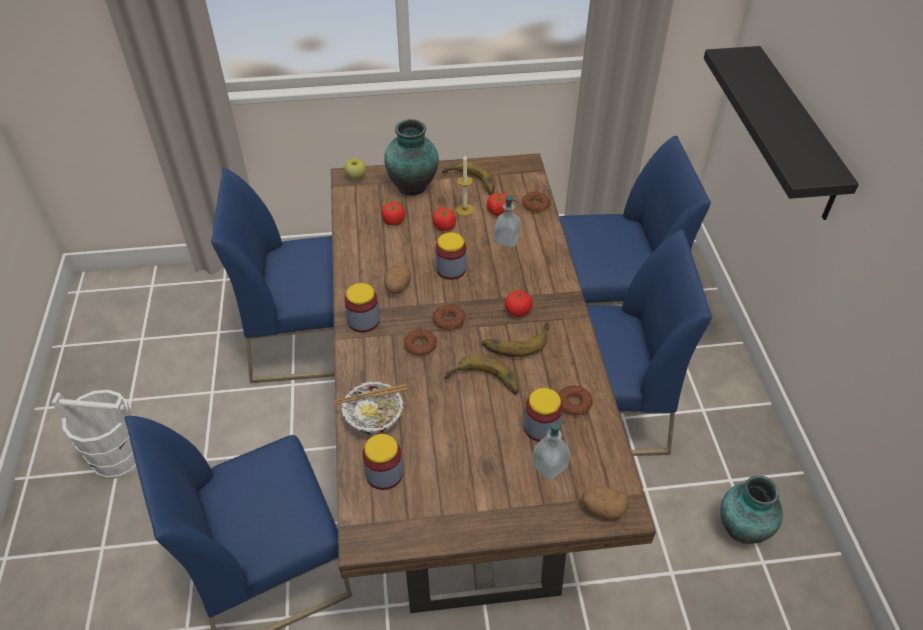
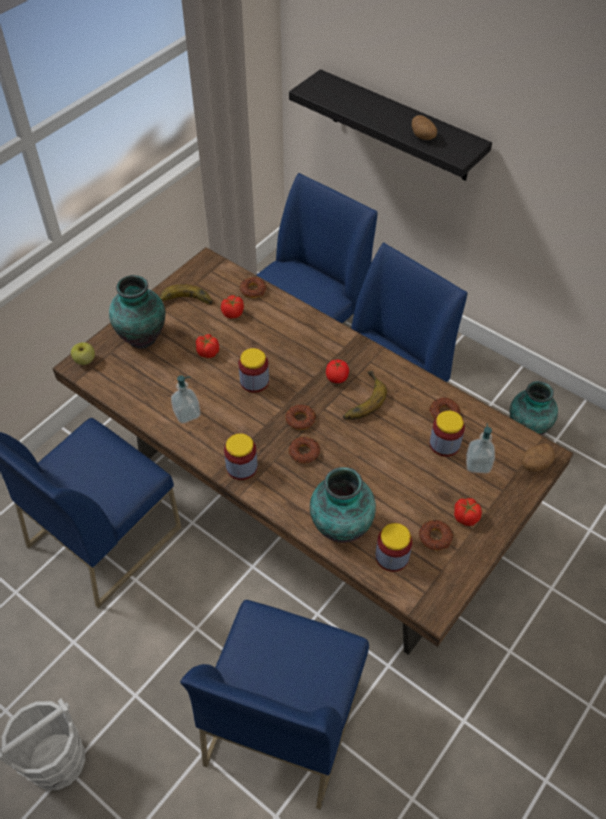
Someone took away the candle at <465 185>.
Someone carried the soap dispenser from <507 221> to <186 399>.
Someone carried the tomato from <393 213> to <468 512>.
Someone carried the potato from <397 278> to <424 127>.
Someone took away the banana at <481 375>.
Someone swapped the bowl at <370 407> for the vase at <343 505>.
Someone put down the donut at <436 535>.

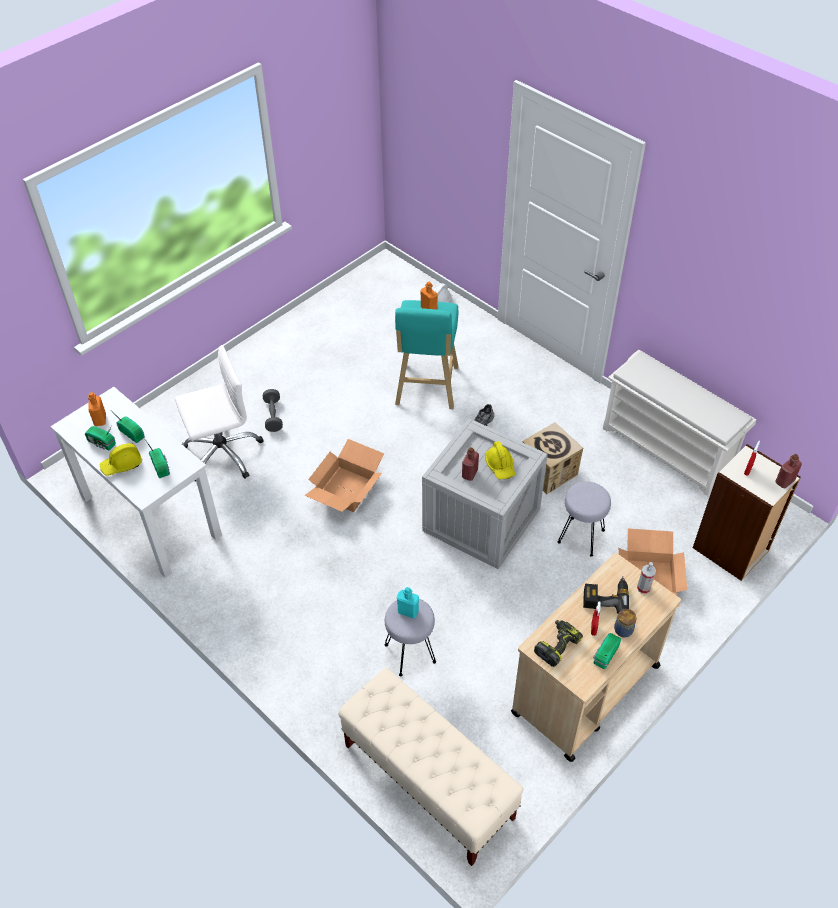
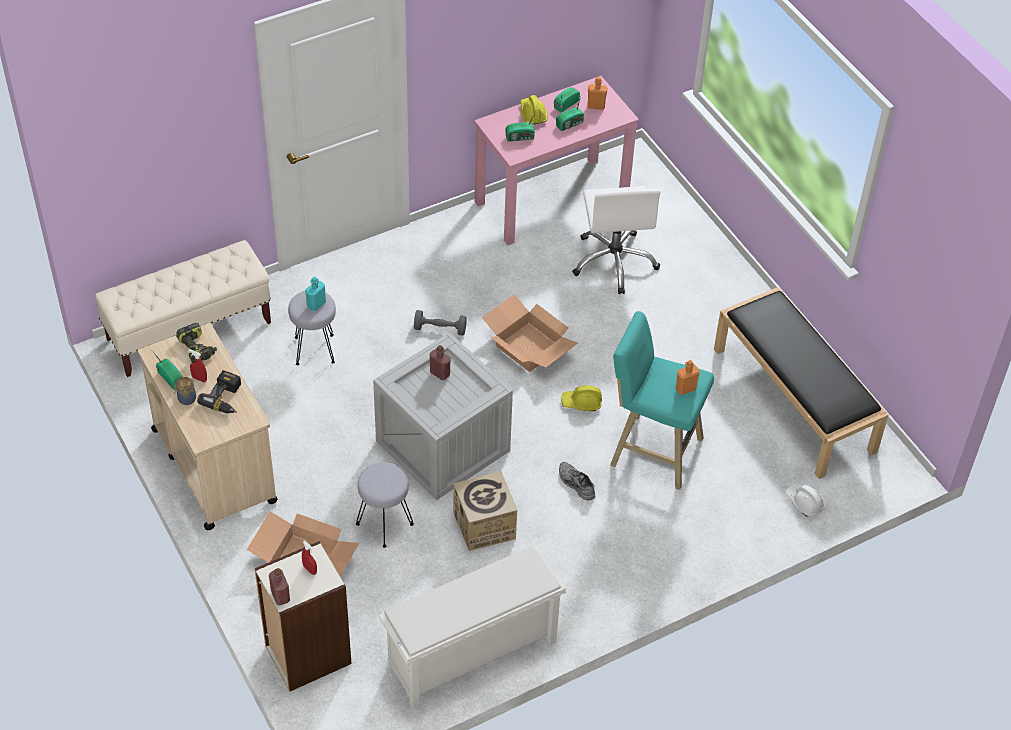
Someone repainted the desk (white) at <136 482>, which became the desk (pink) at <556 161>.
Someone carried the dumbbell (grey) from <273 410> to <440 323>.
Someone carried the hard hat (yellow) from <500 460> to <581 398>.
Someone took away the spray bottle at <646 578>.
Someone put down the bench (black) at <801 383>.

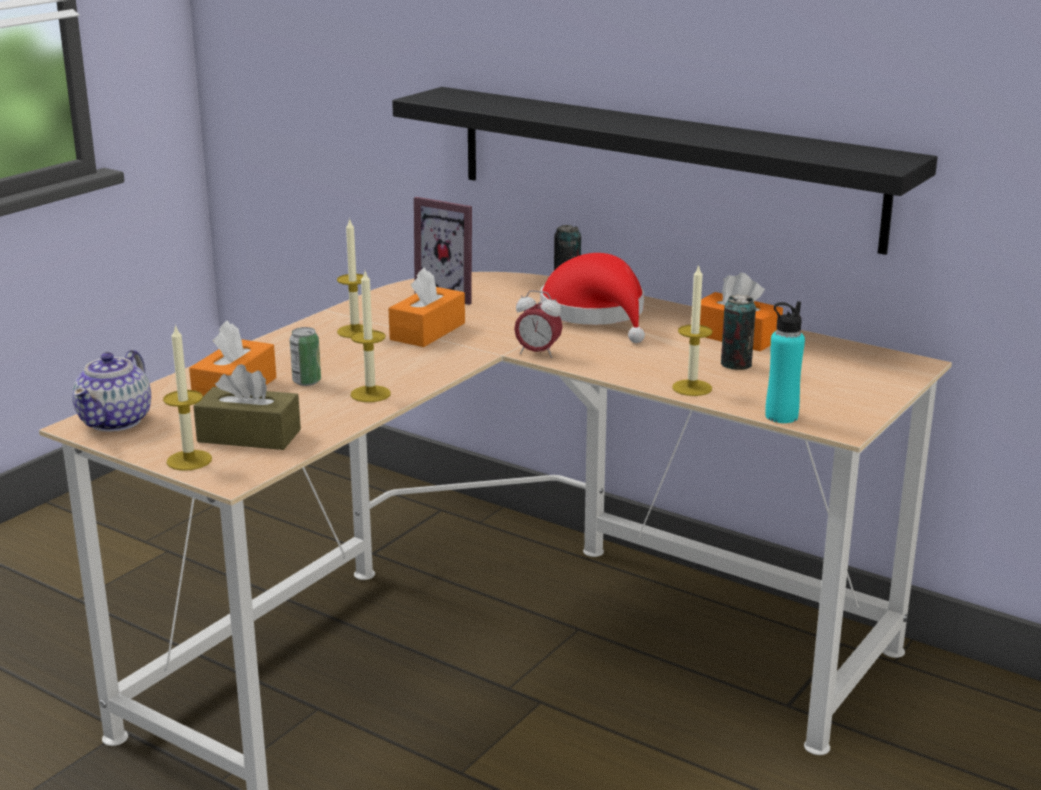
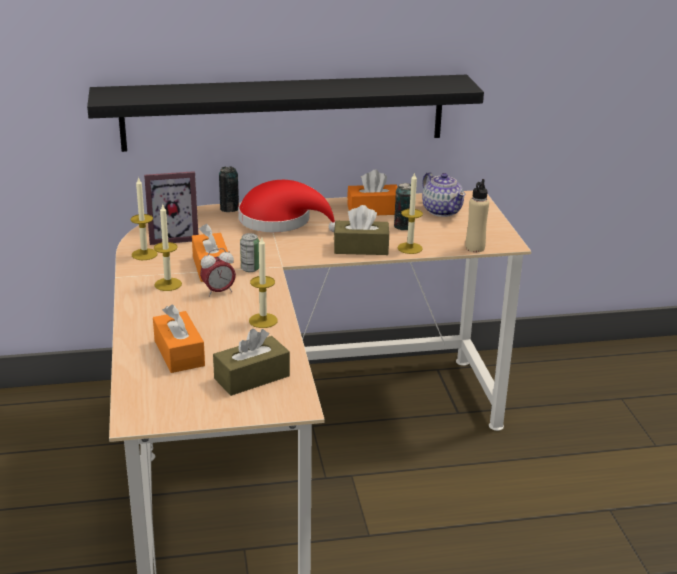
Someone carried the alarm clock from <538 324> to <218 272>.
Someone repainted the bottle (turquoise) at <785 362>, which became the bottle (beige) at <477 215>.
Someone carried the candle from <187 397> to <144 218>.
Someone carried the can from <305 356> to <249 252>.
Someone carried the teapot from <111 391> to <443 194>.
Someone put down the tissue box (brown) at <362 230>.

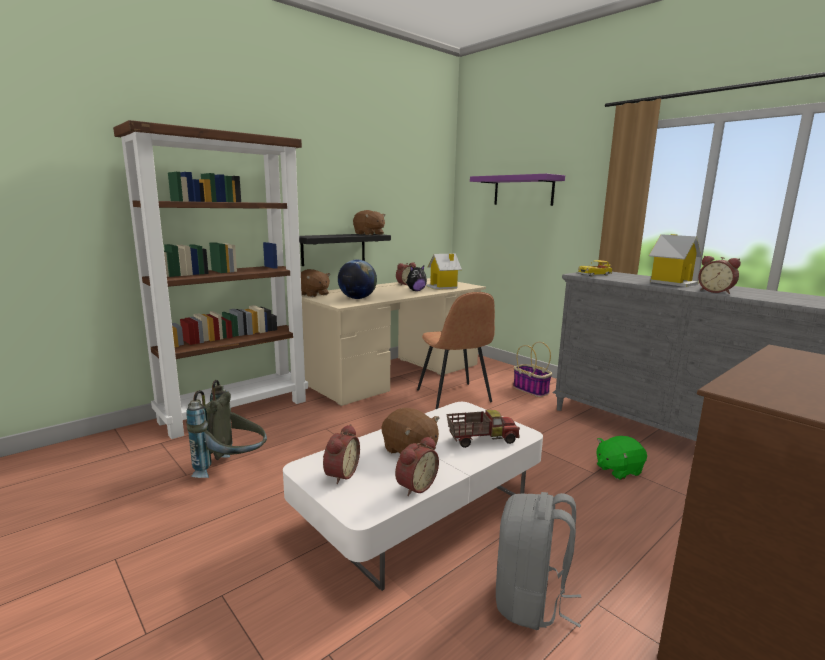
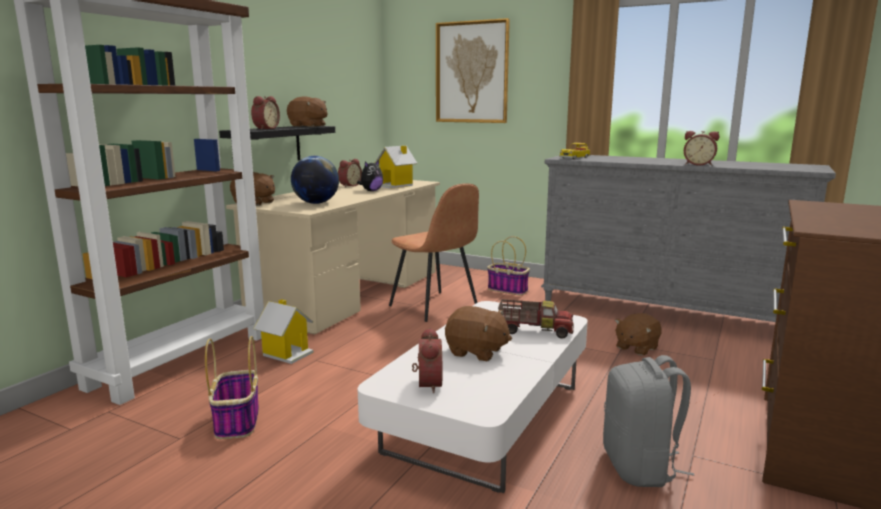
Someone swapped the shelf (purple) at <517 190> for the picture at <473 70>.
Someone carried the toy house from <675 260> to <283 331>.
Someone swapped the backpack (grey) at <226 429> for the basket at <232 387>.
Someone rotated the toy truck at <483 429> by 45 degrees clockwise.
Someone carried the alarm clock from <417 466> to <265 113>.
Someone repainted the plush toy (green) at <621 458>, which became the plush toy (brown) at <638 334>.

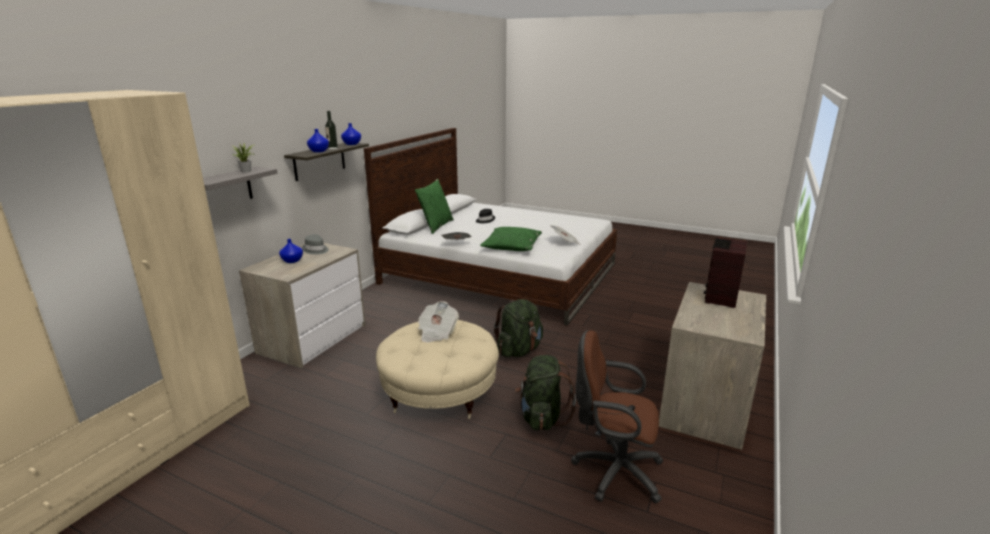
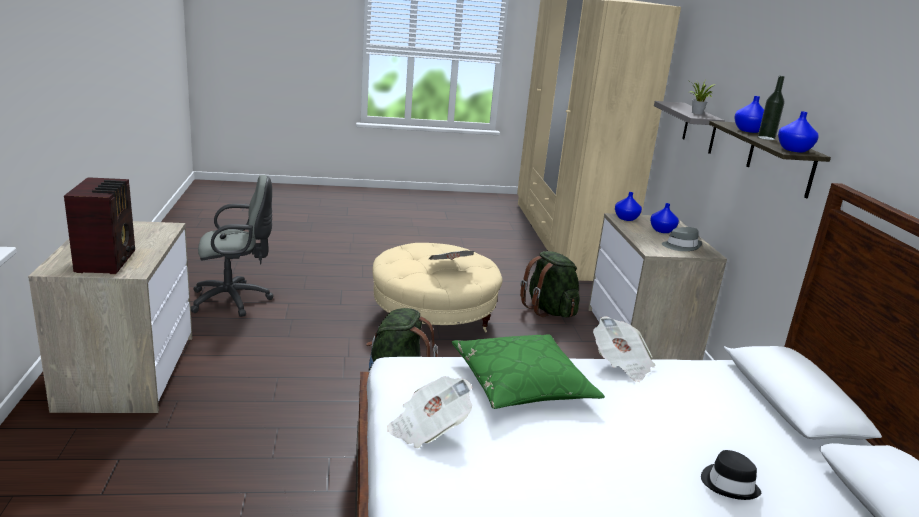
Someone took away the pillow (green) at <434 206>.
Someone repainted the office chair (brown) at <617 416>, which became the office chair (grey) at <232 246>.
Someone carried the backpack (green) from <545 393> to <550 284>.
Someone put down the vase (blue) at <628 206>.

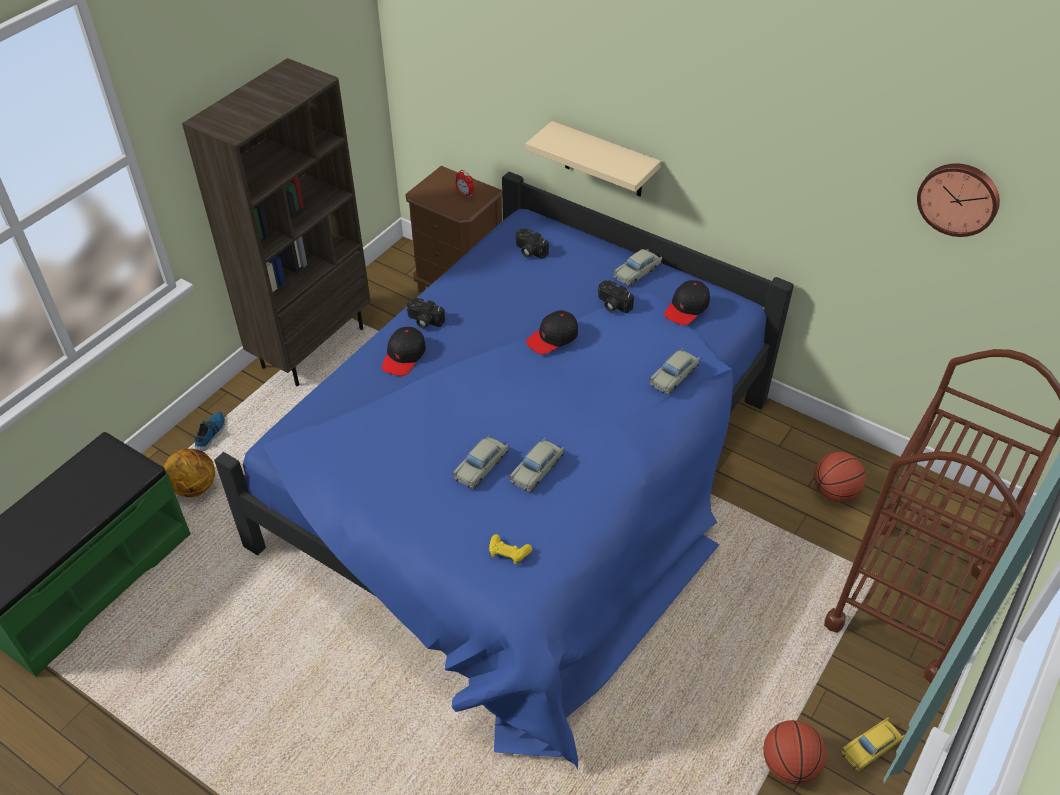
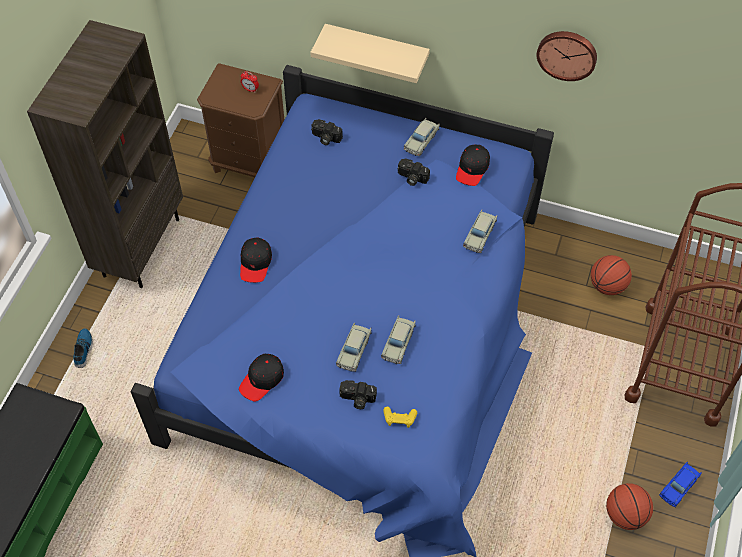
Someone carried the wall clock from <958 200> to <567 56>.
Someone carried the photo camera from <425 313> to <358 394>.
Someone carried the cap (black) from <552 332> to <261 378>.
Someone took away the basketball at <189 473>.
Someone repainted the toy car (yellow) at <873 745>, which became the toy car (blue) at <680 485>.

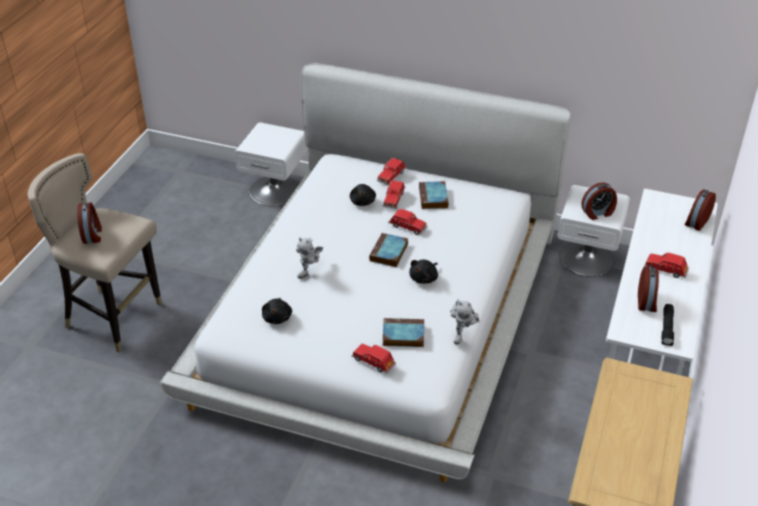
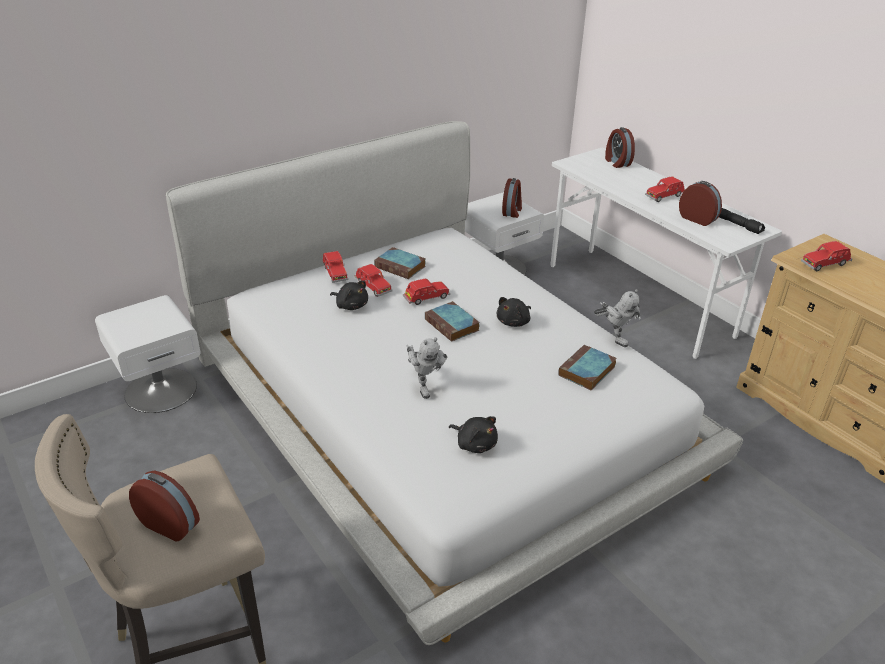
Someone rotated the plush toy (black) at <423 271> by 60 degrees clockwise.
Someone carried the toy car (red) from <374 358> to <826 256>.

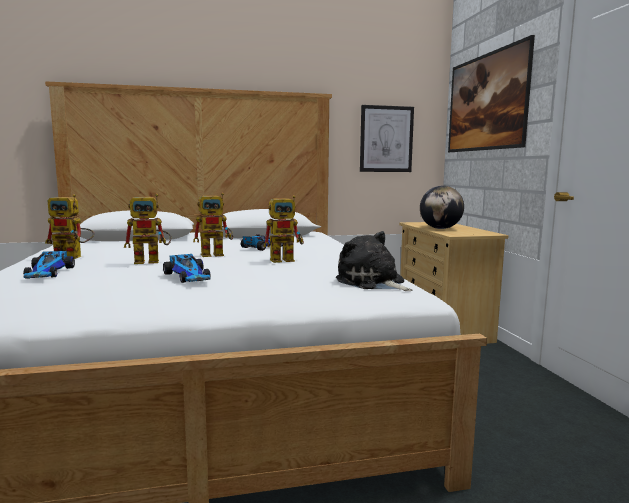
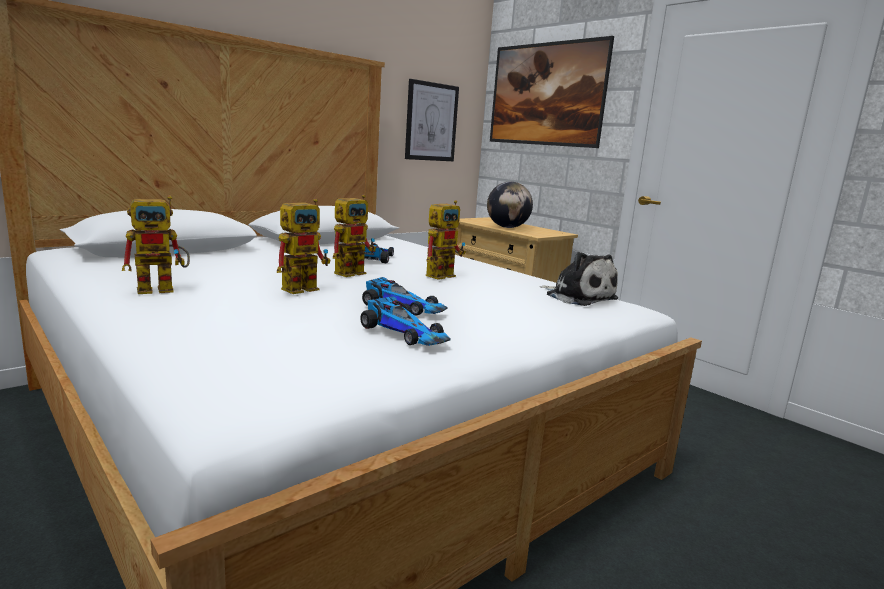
Someone rotated the plush toy at <374 261> by 150 degrees counterclockwise.
Someone carried the toy car from <49 265> to <405 321>.

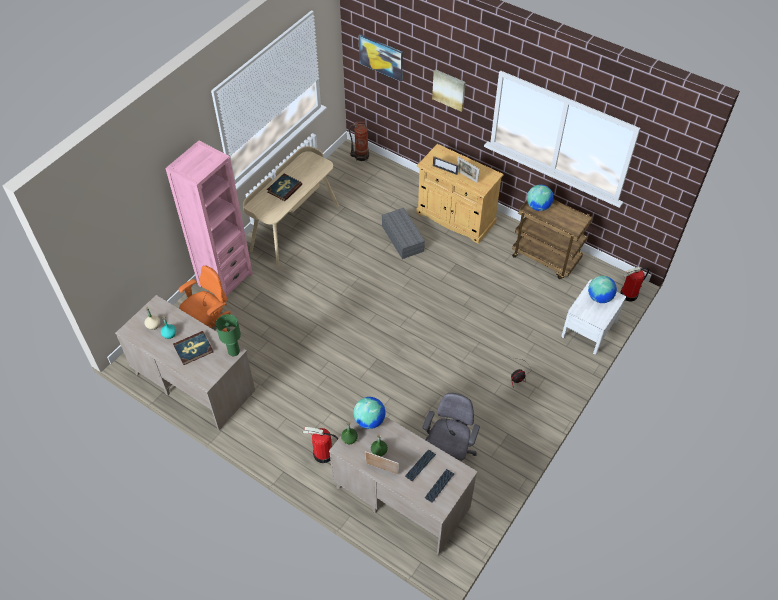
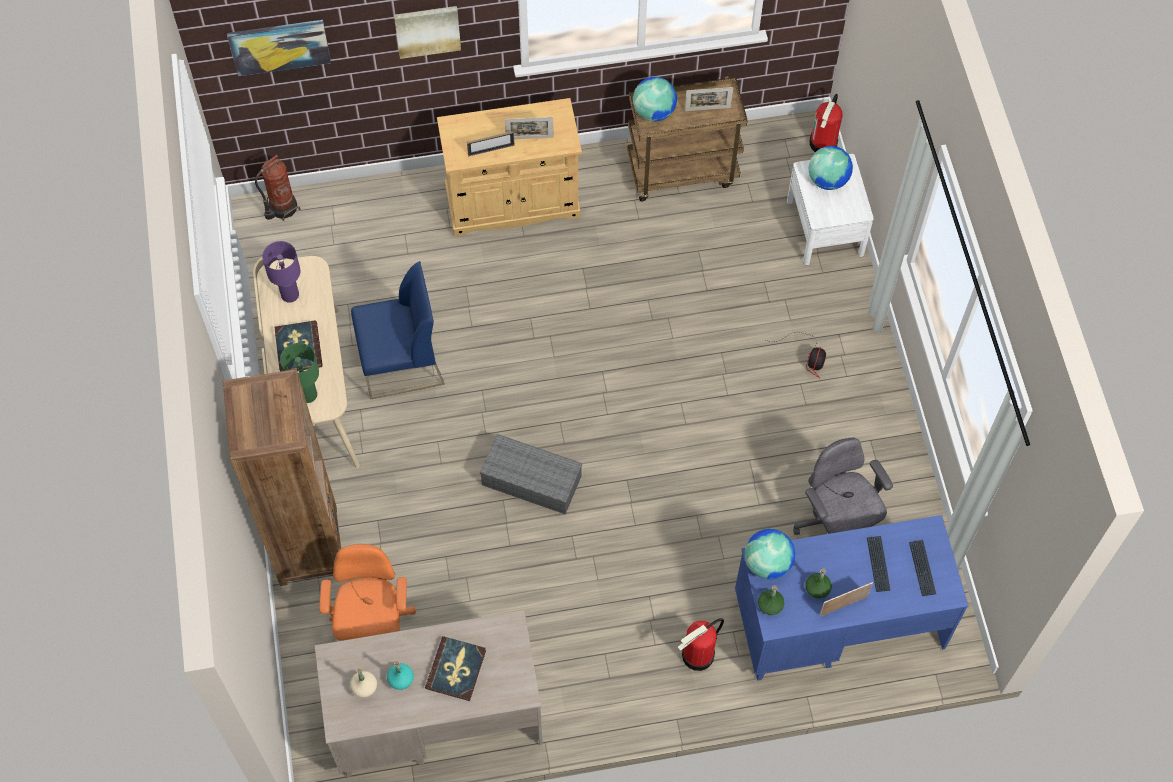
Someone repainted the bookcase (pink) at <209 220>, which became the bookcase (brown) at <282 477>.
Someone carried the storage box (grey) from <403 233> to <531 474>.
Someone carried the table lamp (green) from <228 335> to <299 373>.
Someone repainted the desk (beige) at <403 485>, which became the desk (blue) at <851 597>.
Someone put down the picture frame at <709 99>.
Someone put down the table lamp (purple) at <281 272>.
Someone put down the chair (blue) at <398 330>.

